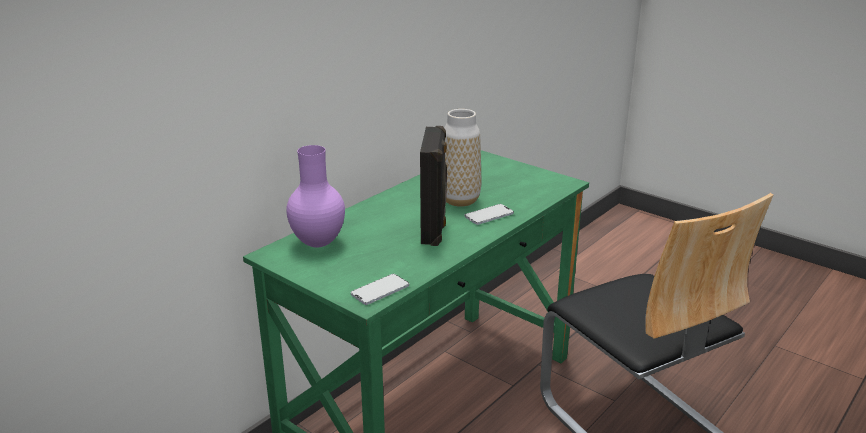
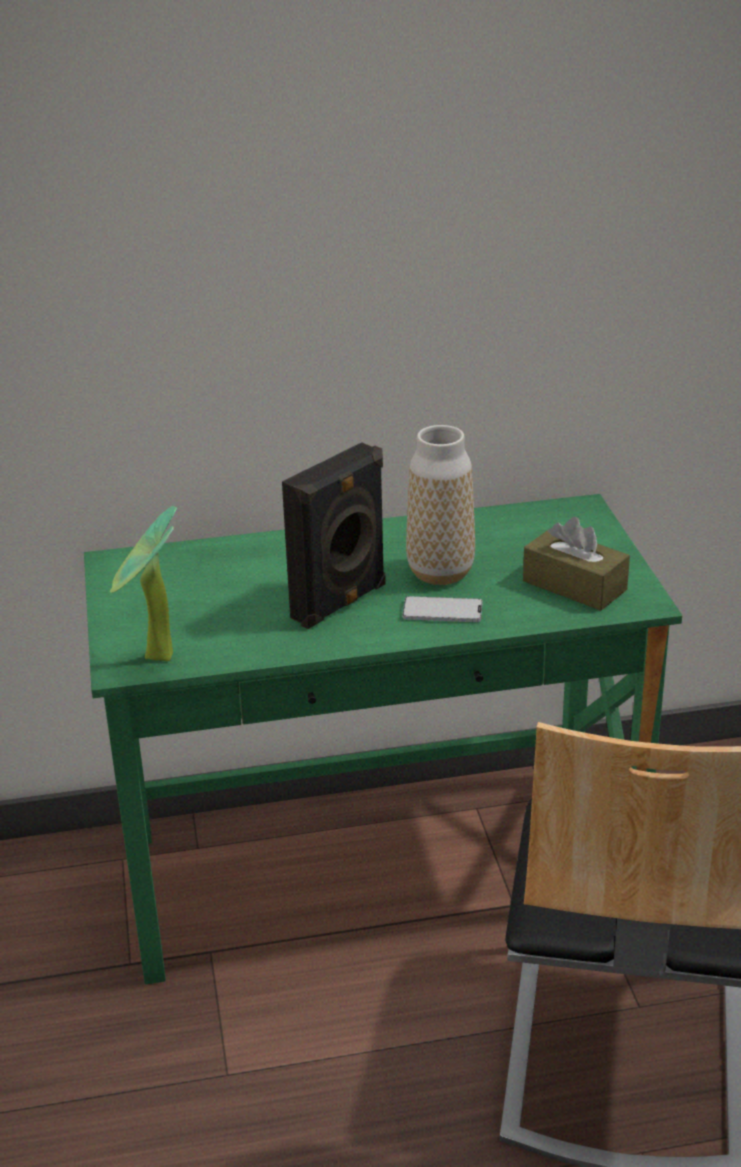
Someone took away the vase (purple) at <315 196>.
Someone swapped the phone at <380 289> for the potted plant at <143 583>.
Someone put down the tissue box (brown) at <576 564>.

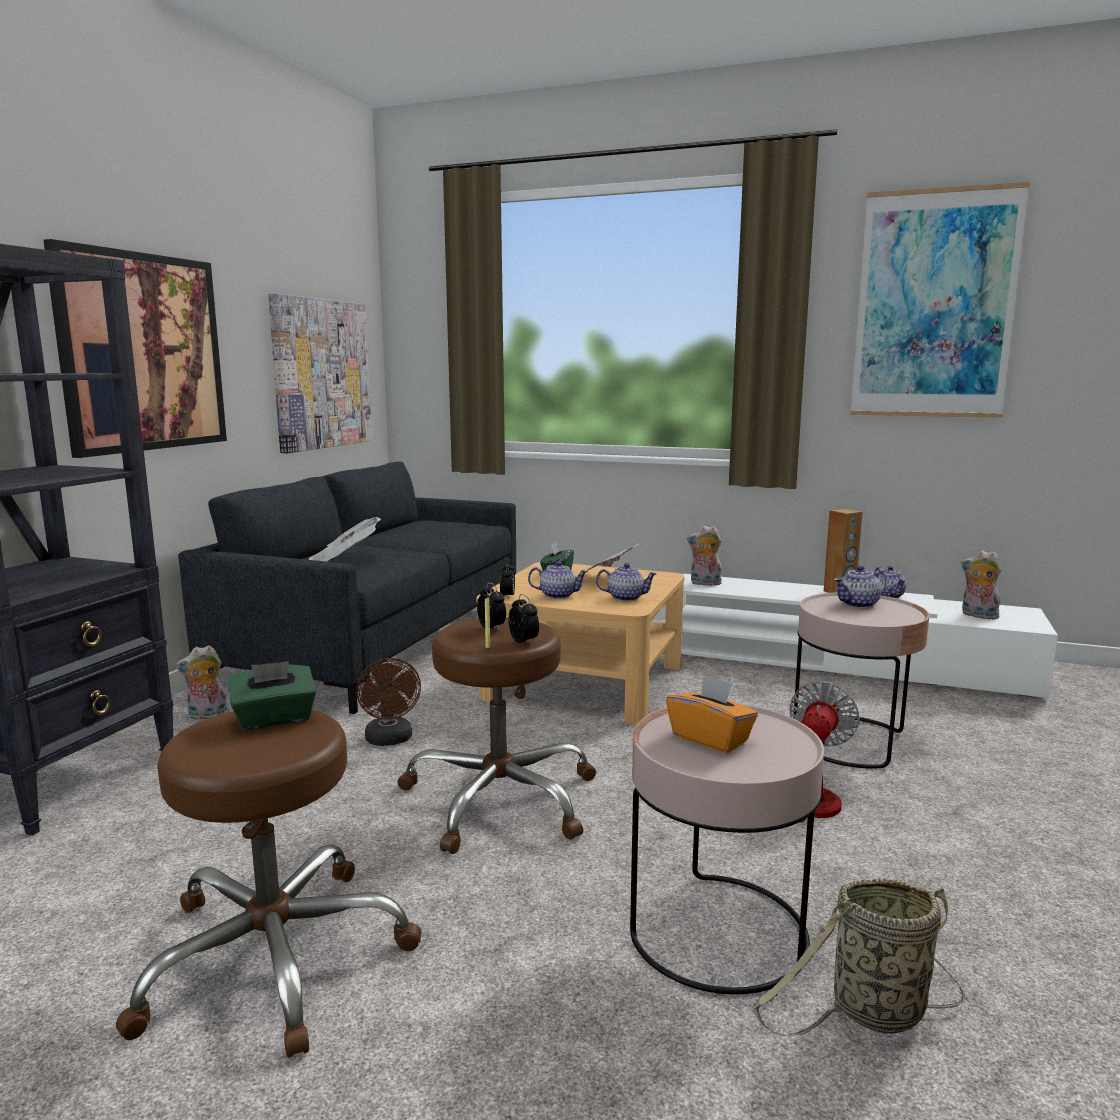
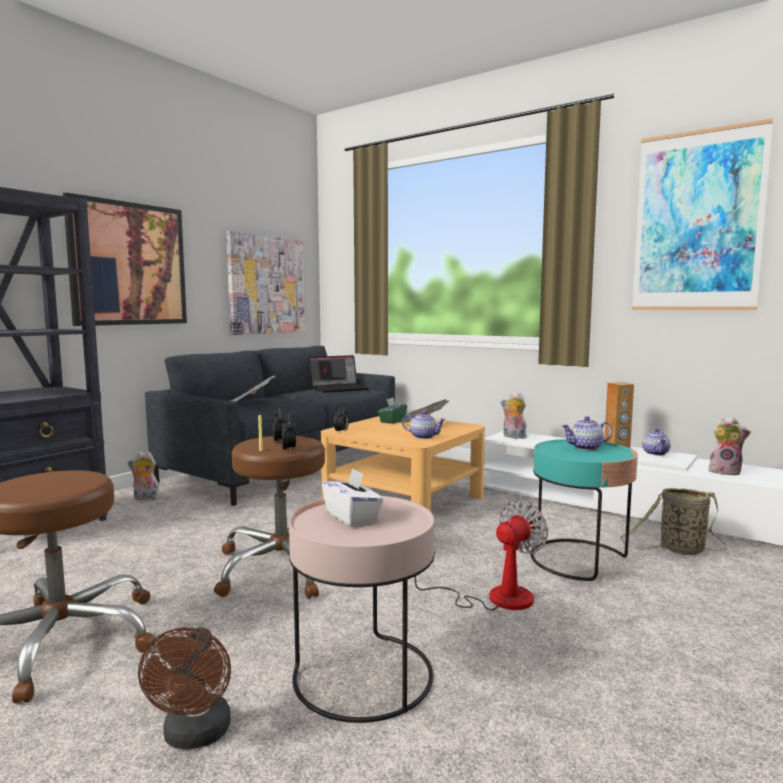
Someone rotated the plush toy at <981 584> by 150 degrees clockwise.
Someone took away the teapot at <558 580>.
Someone repainted the side table (pink) at <861 680>, which became the side table (turquoise) at <584 510>.
Someone carried the fan (brown) from <388 702> to <184 688>.
Someone took away the tissue box (green) at <271 695>.
Someone repainted the tissue box (orange) at <712 713>, which became the tissue box (white) at <353 497>.
Someone carried the basket from <858 957> to <673 521>.
Someone put down the laptop at <339 374>.

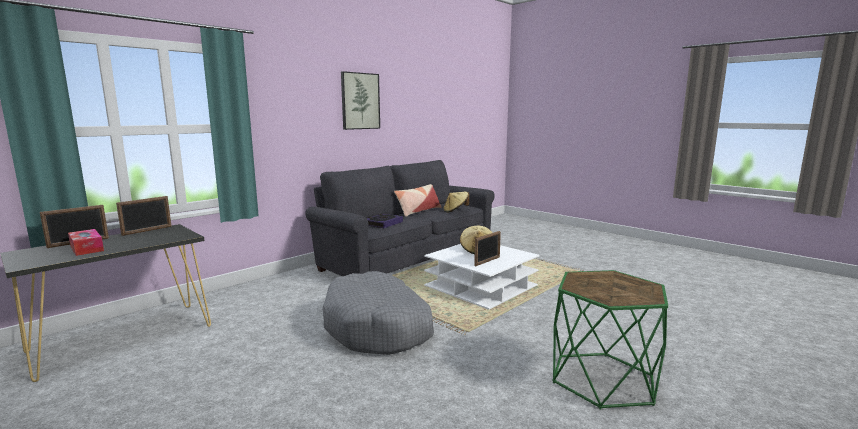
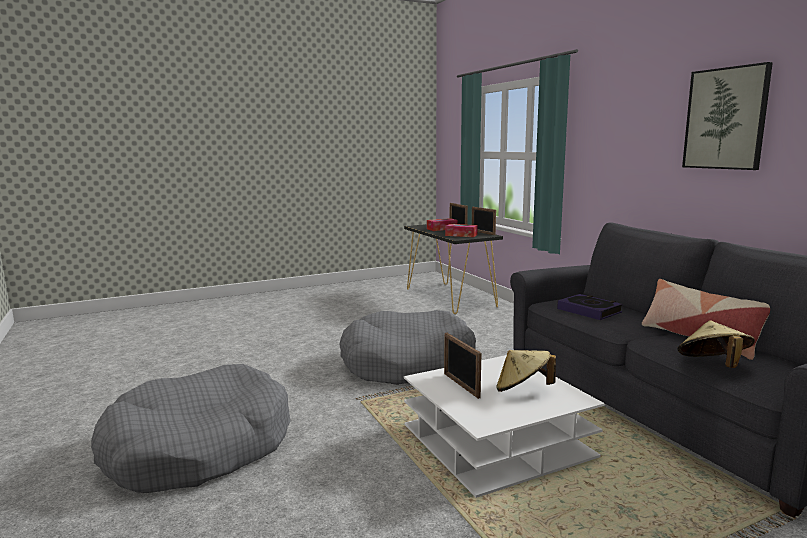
Someone swapped the side table (green) at <610 340> for the dog bed (grey) at <190 428>.
Someone put down the tissue box at <461 230>.

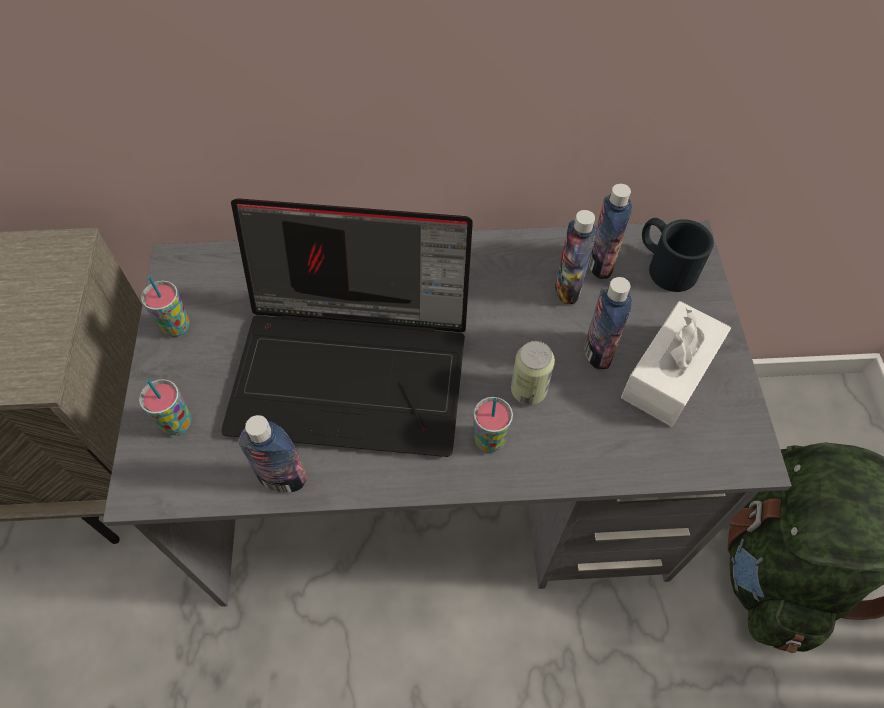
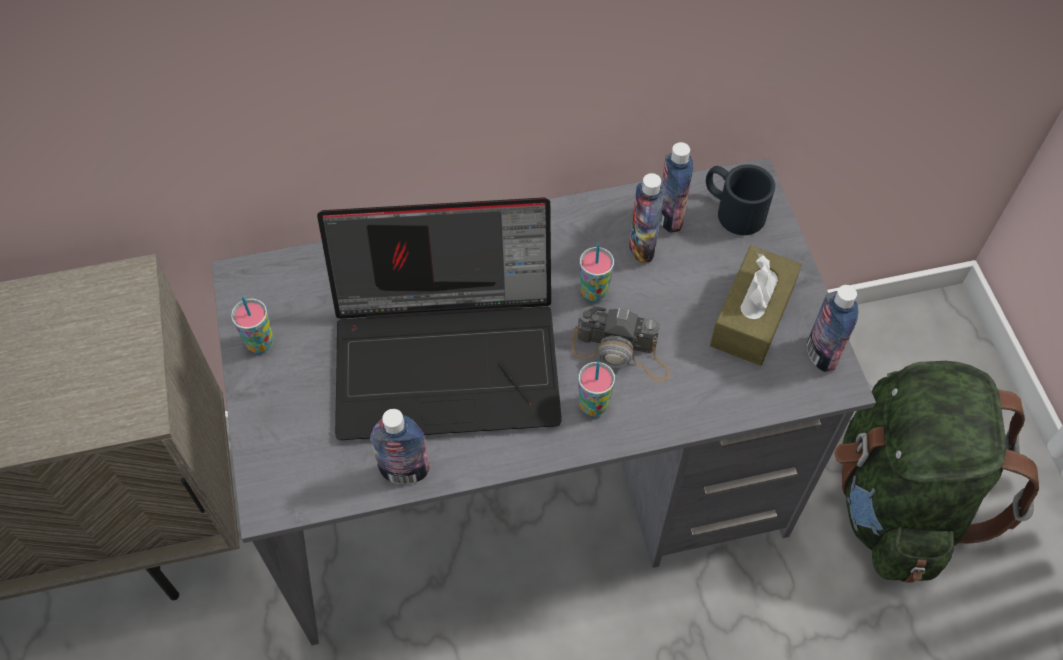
Someone carried the bottle from <608 323> to <832 328>.
Someone repainted the tissue box (white) at <676 364>, which became the tissue box (brown) at <756 305>.
Someone swapped the can at <533 373> for the photo camera at <620 344>.
Someone carried the cup from <165 407> to <597 273>.

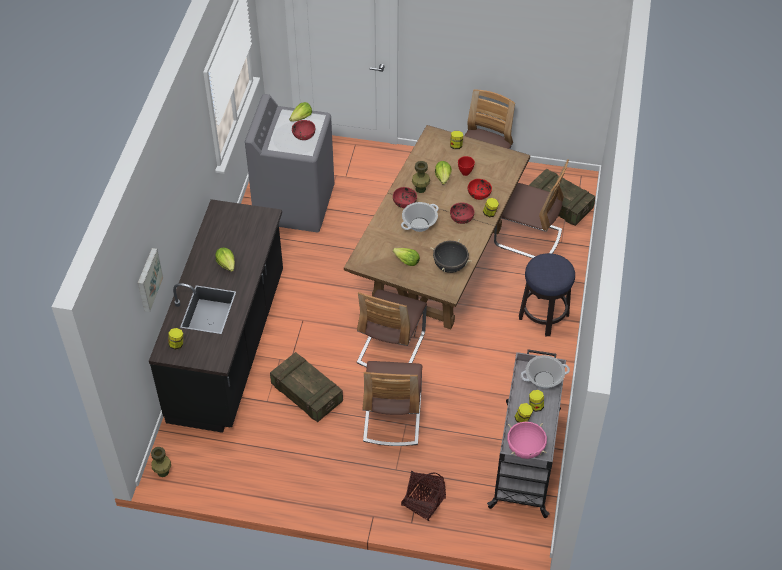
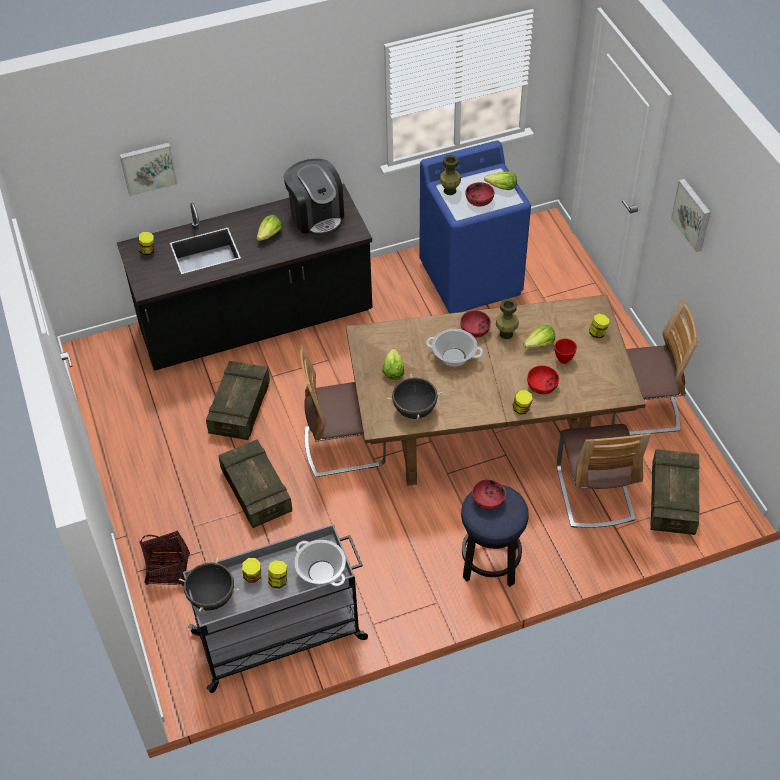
Someone repainted the washing machine (grey) at <289 163>, which became the washing machine (blue) at <475 227>.
Someone carried the bowl (red) from <462 213> to <489 494>.
Someone swapped the chair at <392 403> for the crate at <255 483>.
Someone repainted the cooking pot (pink) at <527 440>, which became the cooking pot (black) at <209 585>.
Someone carried the vase (green) from <161 462> to <450 175>.
Someone put down the coffee machine at <313 198>.
Someone put up the picture at <691 215>.

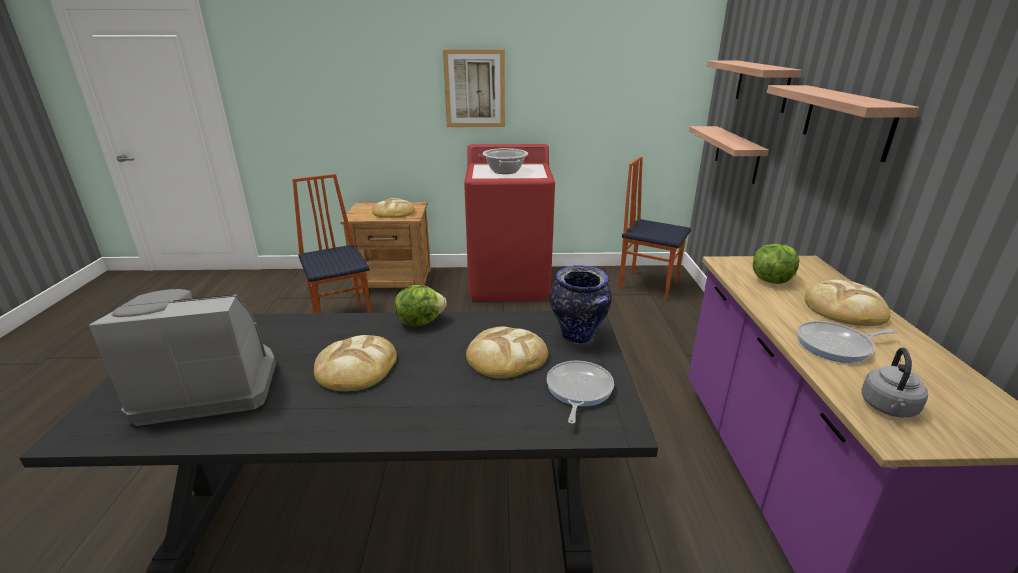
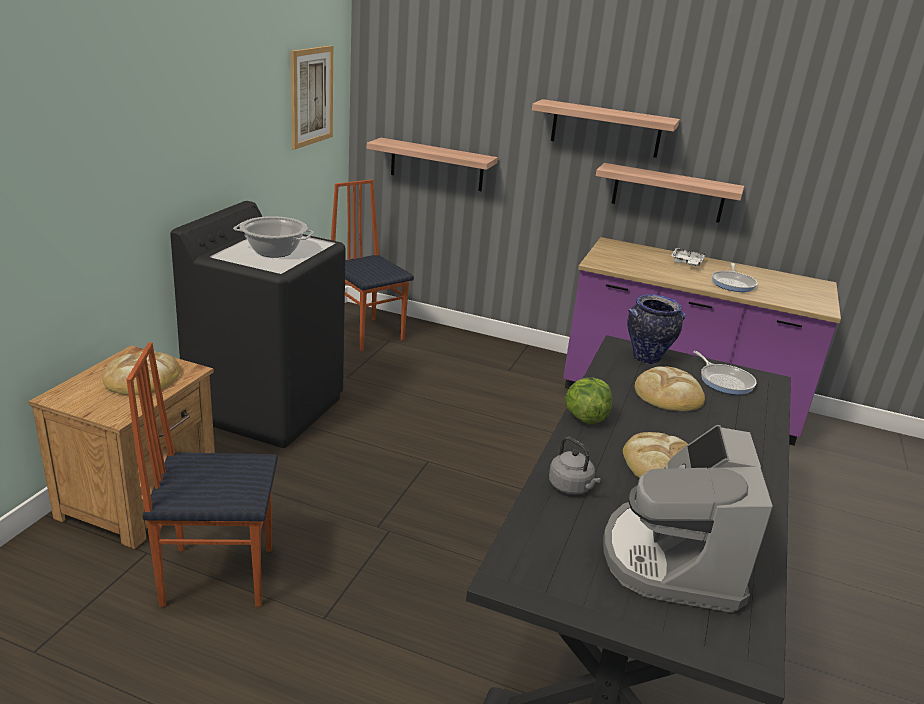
Someone carried the picture from <474 88> to <312 98>.
Someone carried the shelf from <754 86> to <670 193>.
Someone repainted the washing machine (red) at <509 222>, which became the washing machine (black) at <258 324>.
Someone rotated the chair at <655 227> by 90 degrees clockwise.
Someone took away the lettuce at <776 264>.
Someone swapped the bread at <848 303> for the tray (white) at <688 257>.
Someone carried the kettle (grey) from <894 382> to <575 466>.
Someone rotated the frying pan at <580 392> by 150 degrees counterclockwise.

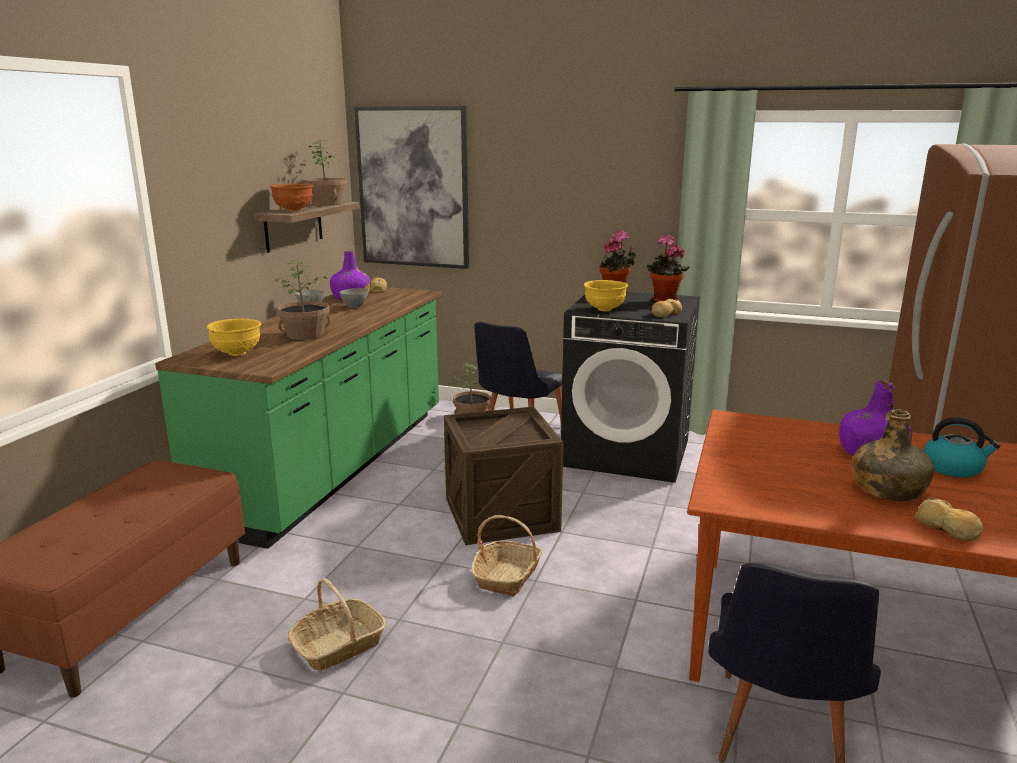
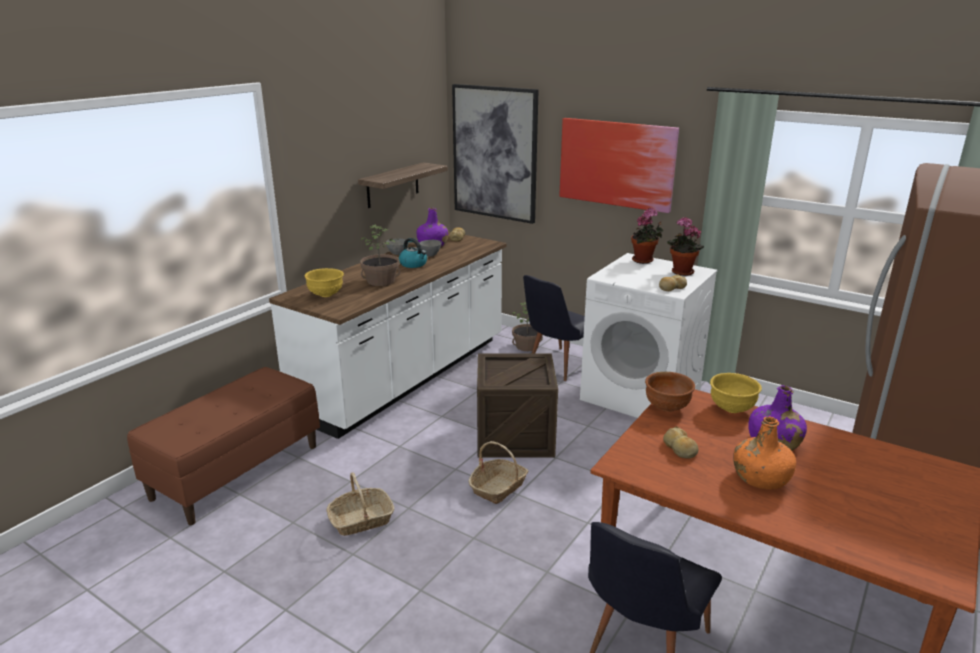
Someone took away the potted plant at <325 172>.
Someone carried the bowl (brown) from <291 197> to <670 392>.
Someone carried the bowl (yellow) from <606 295> to <736 393>.
Someone repainted the counter (green) at <298 418>, which became the counter (white) at <388 335>.
Someone repainted the washing machine (black) at <630 387>, which became the washing machine (white) at <649 335>.
Someone repainted the bottle (green) at <893 455>, which became the bottle (orange) at <764 453>.
Someone carried the kettle from <962 447> to <413 253>.
Someone carried the bread from <949 519> to <680 442>.
Someone put up the picture at <619 165>.

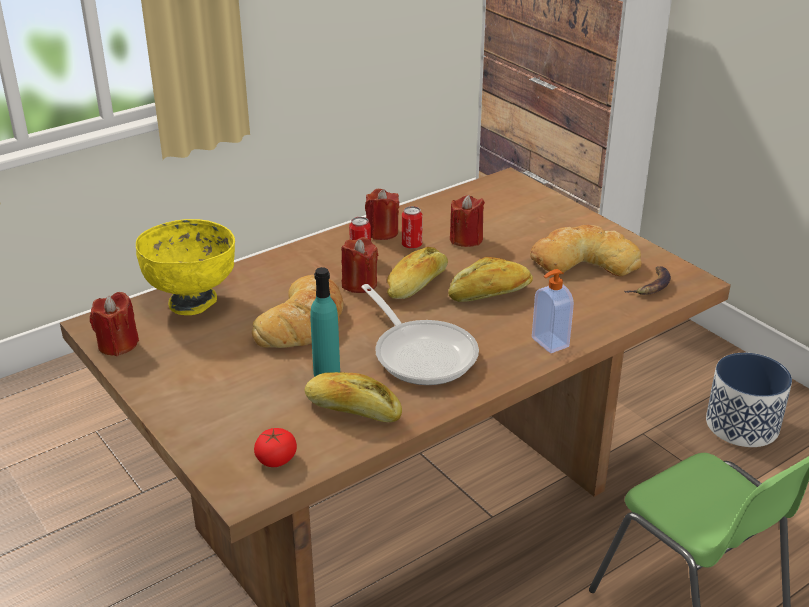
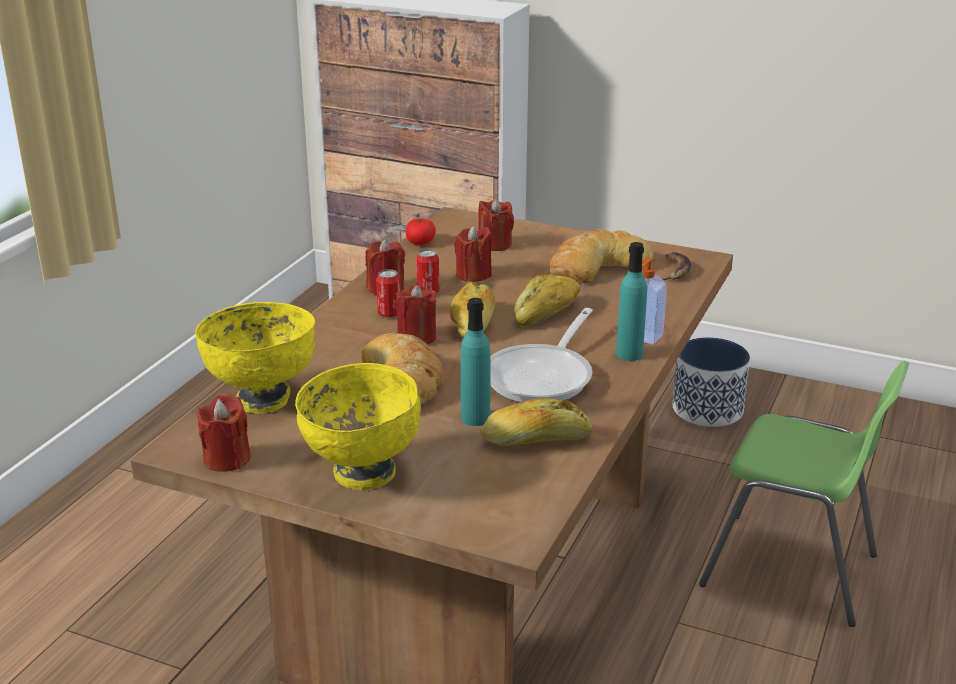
Someone rotated the frying pan at <420 334> by 90 degrees clockwise.
Someone carried the tomato from <275 447> to <421 231>.
Someone put down the candle (red) at <496 225>.
Someone put down the bottle (turquoise) at <631 301>.
Someone put down the bowl (yellow) at <358 426>.

